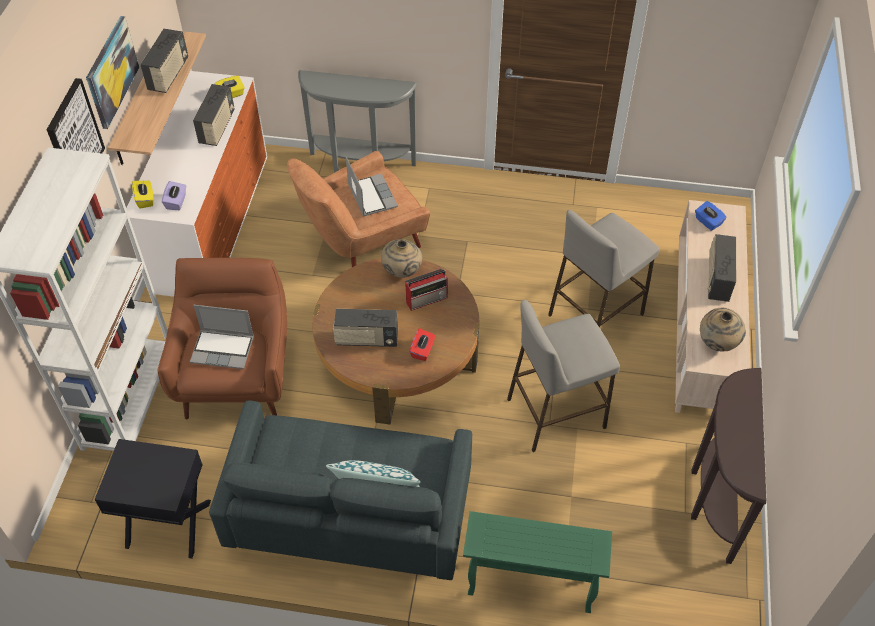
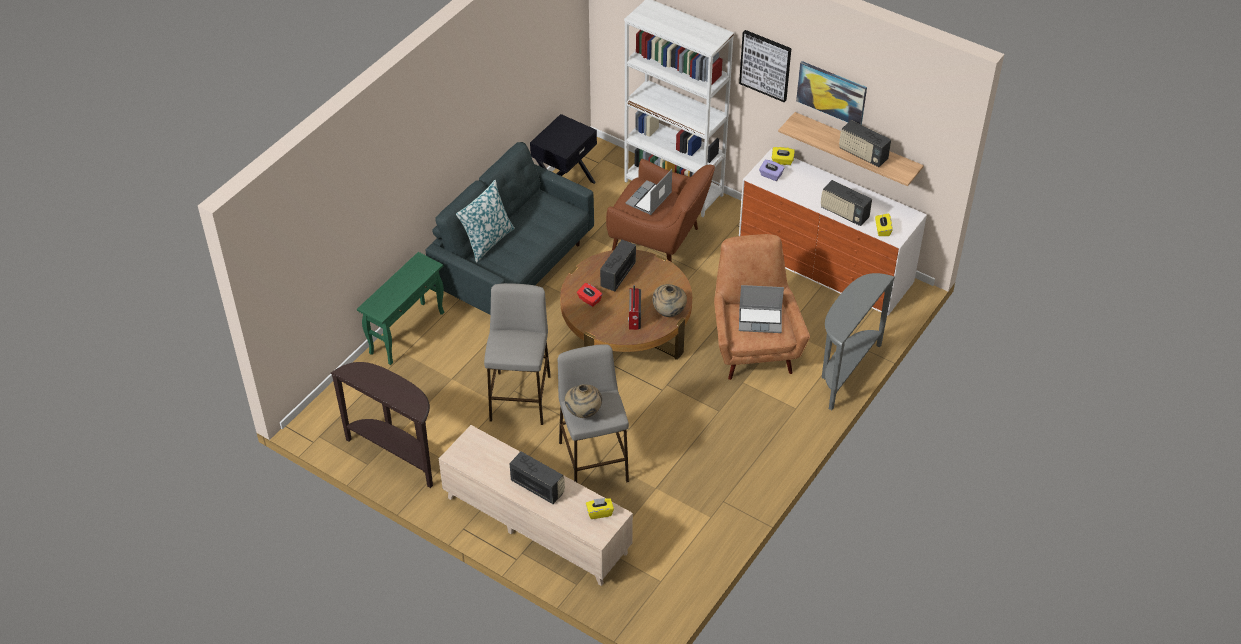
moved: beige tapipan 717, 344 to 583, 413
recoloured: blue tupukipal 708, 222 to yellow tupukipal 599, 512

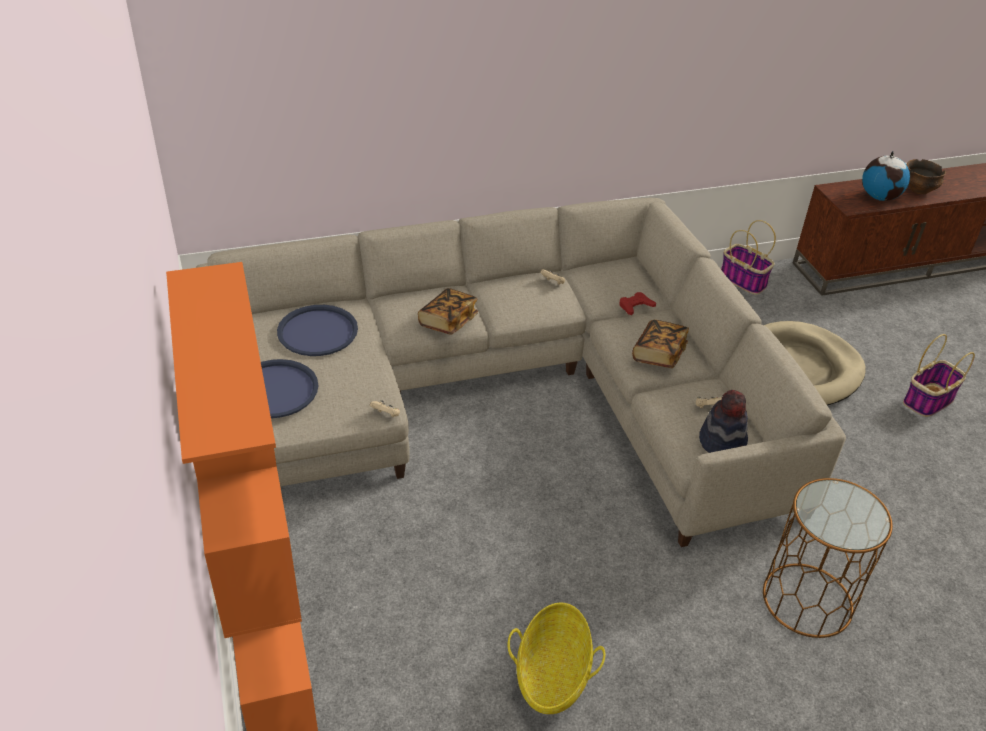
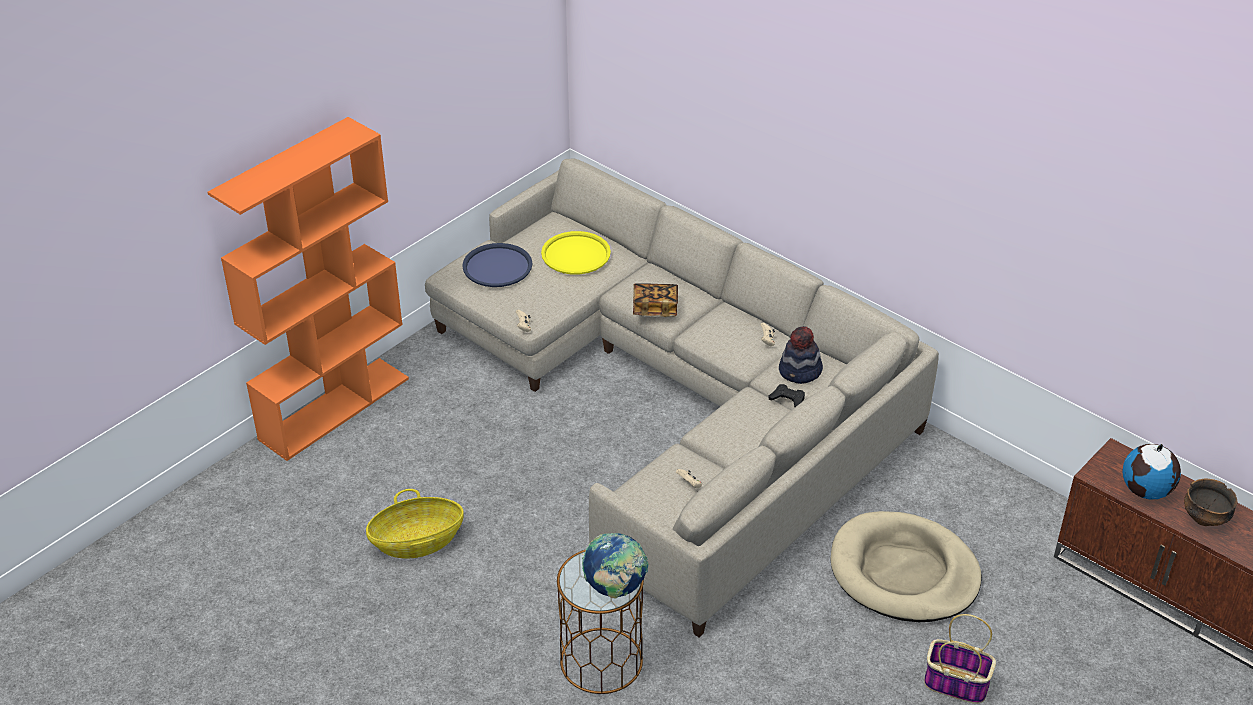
removed: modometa 744, 281; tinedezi 658, 354
added: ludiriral 615, 588
moved: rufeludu 722, 441 to 800, 372
recoloured: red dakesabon 635, 306 to black dakesabon 787, 399; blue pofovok 318, 331 to yellow pofovok 576, 254

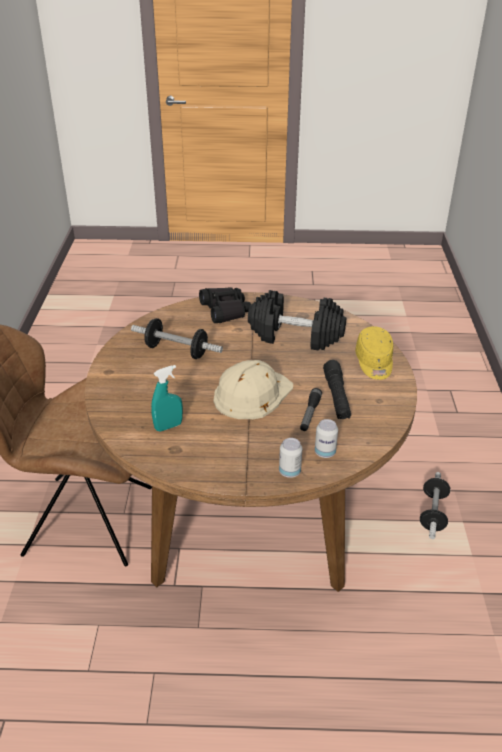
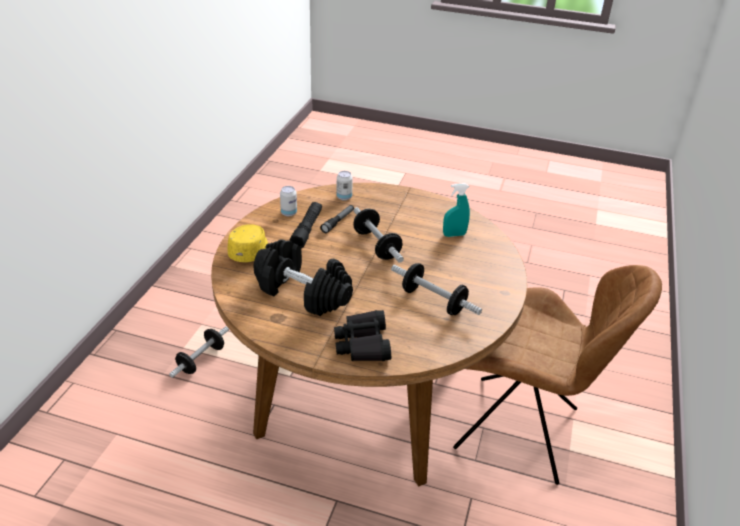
moved: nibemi 289, 472 to 289, 213
replaced: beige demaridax 252, 394 to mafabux 376, 245

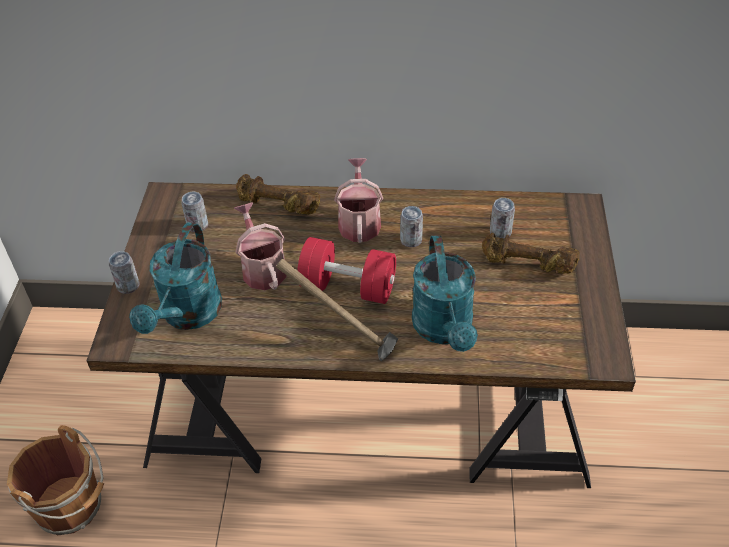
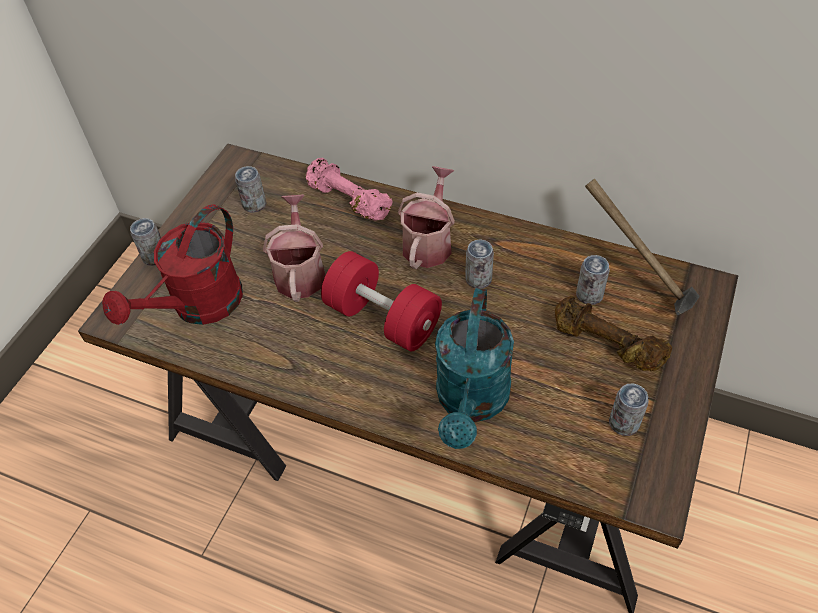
removed: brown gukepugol 72, 506
added: nibemi 624, 423
moved: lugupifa 342, 339 to 635, 283
recoloured: brown mafabux 277, 205 to pink mafabux 347, 201; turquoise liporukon 187, 316 to red liporukon 198, 307

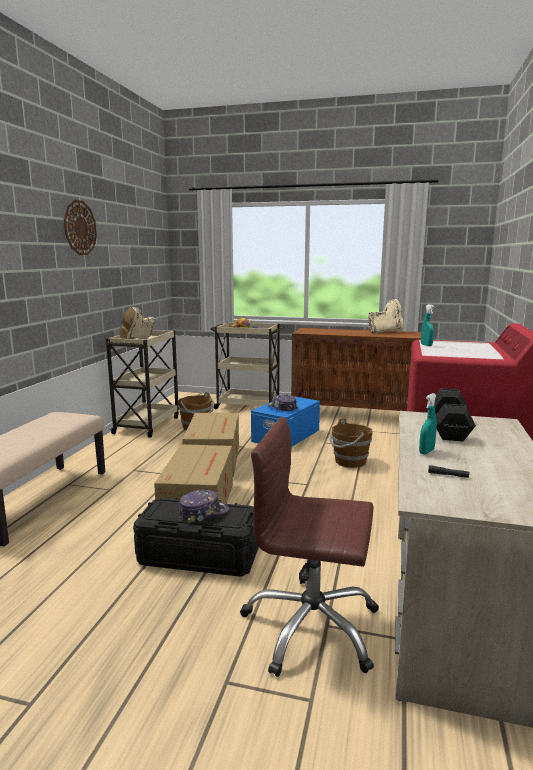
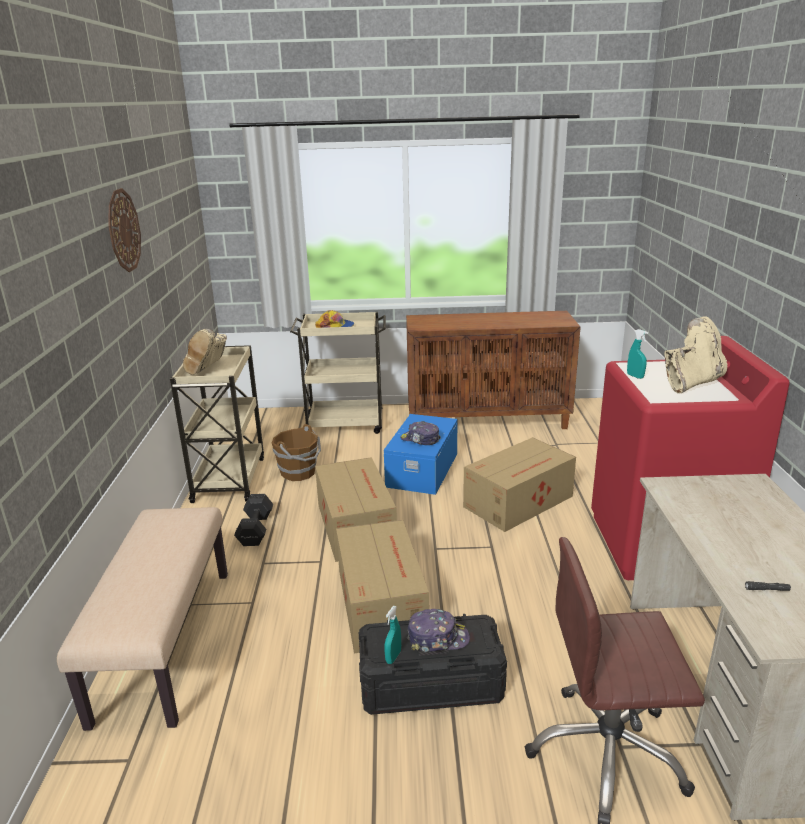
moved: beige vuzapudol 385, 332 to 691, 383; black mafabux 450, 428 to 256, 529; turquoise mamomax 426, 451 to 393, 657
replaced: brown gukepugol 349, 461 to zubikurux 520, 501
turned: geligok 203, 513 = 437, 638 45 degrees clockwise

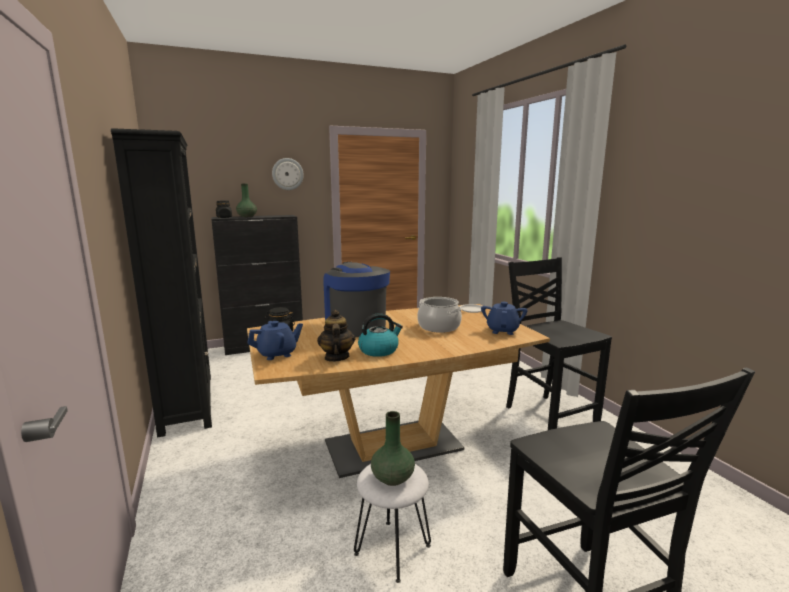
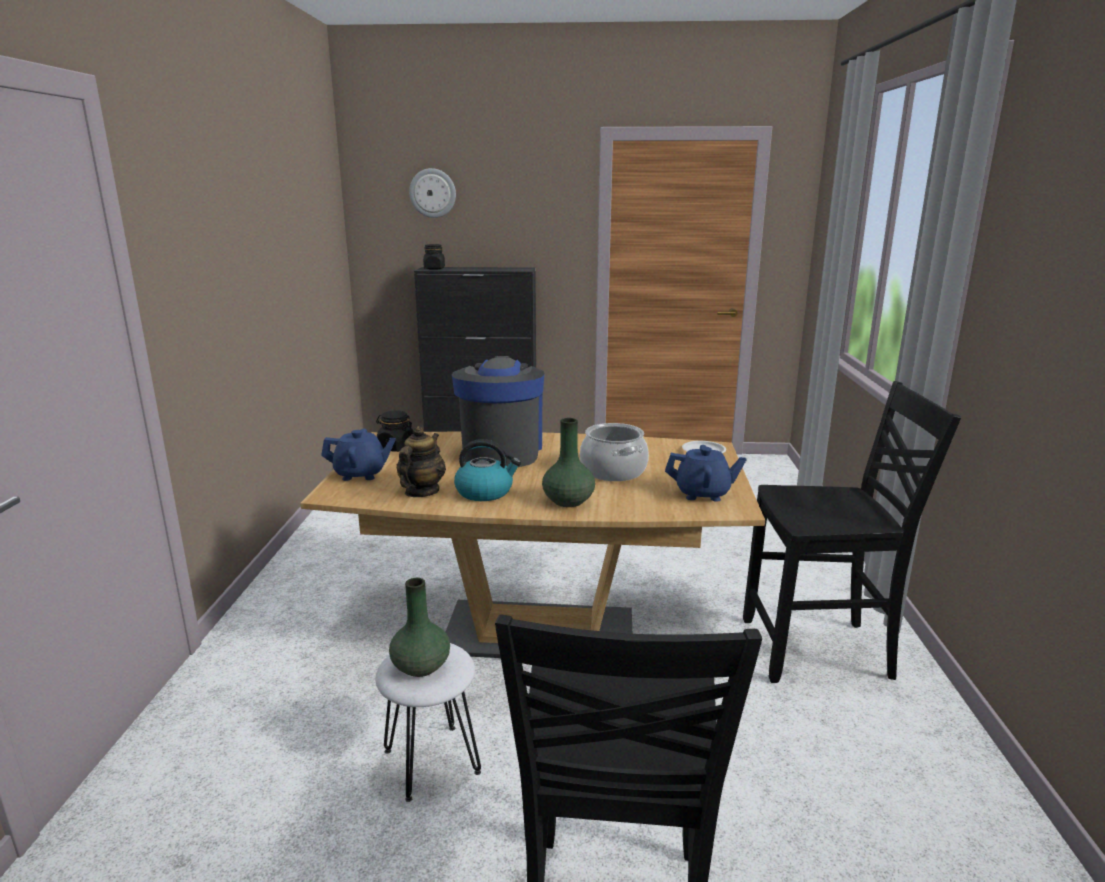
removed: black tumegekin 187, 403
moved: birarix 287, 174 to 433, 193; green tapipan 246, 216 to 567, 501
turned: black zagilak 548, 416 = 819, 650 90 degrees clockwise; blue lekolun 502, 330 = 703, 494 60 degrees clockwise

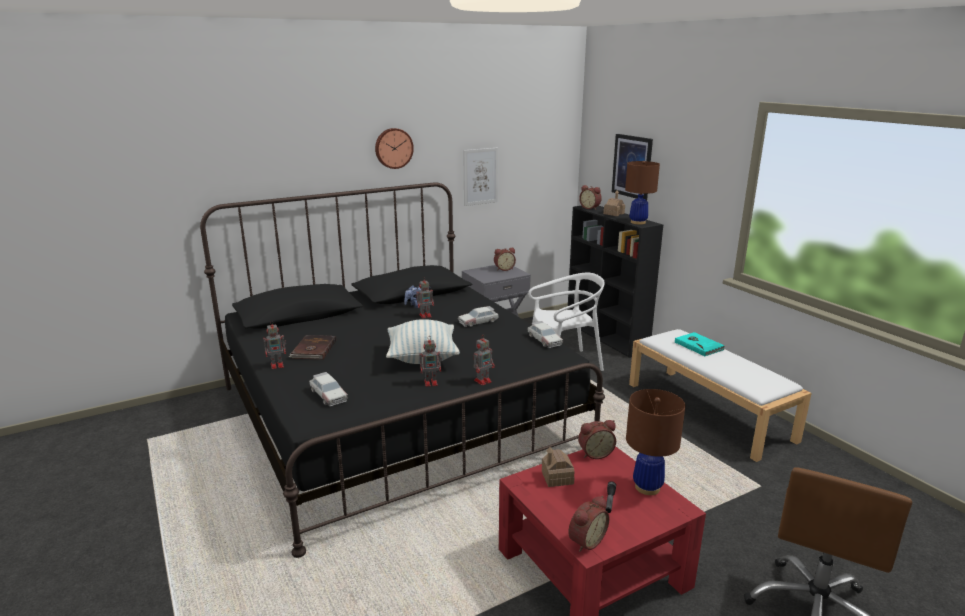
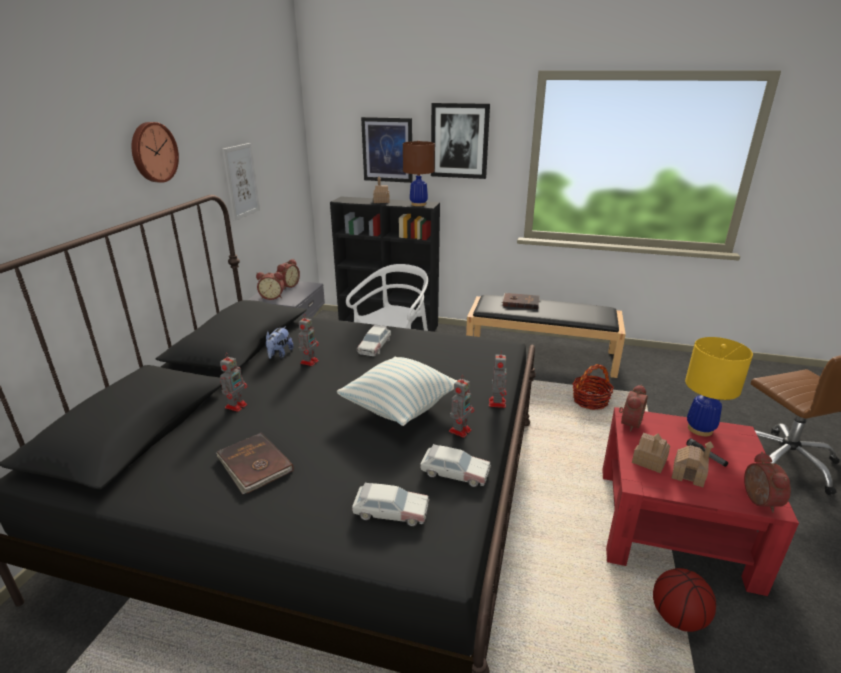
added: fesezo 459, 141; modometa 590, 401; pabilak 688, 474; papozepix 677, 618
moved: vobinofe 590, 208 to 272, 297; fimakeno 278, 365 to 237, 405; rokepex 544, 339 to 454, 472
recoloured: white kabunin 709, 411 to black kabunin 541, 355; turquoise tinedezi 699, 345 to brown tinedezi 520, 302; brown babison 647, 487 to yellow babison 700, 429

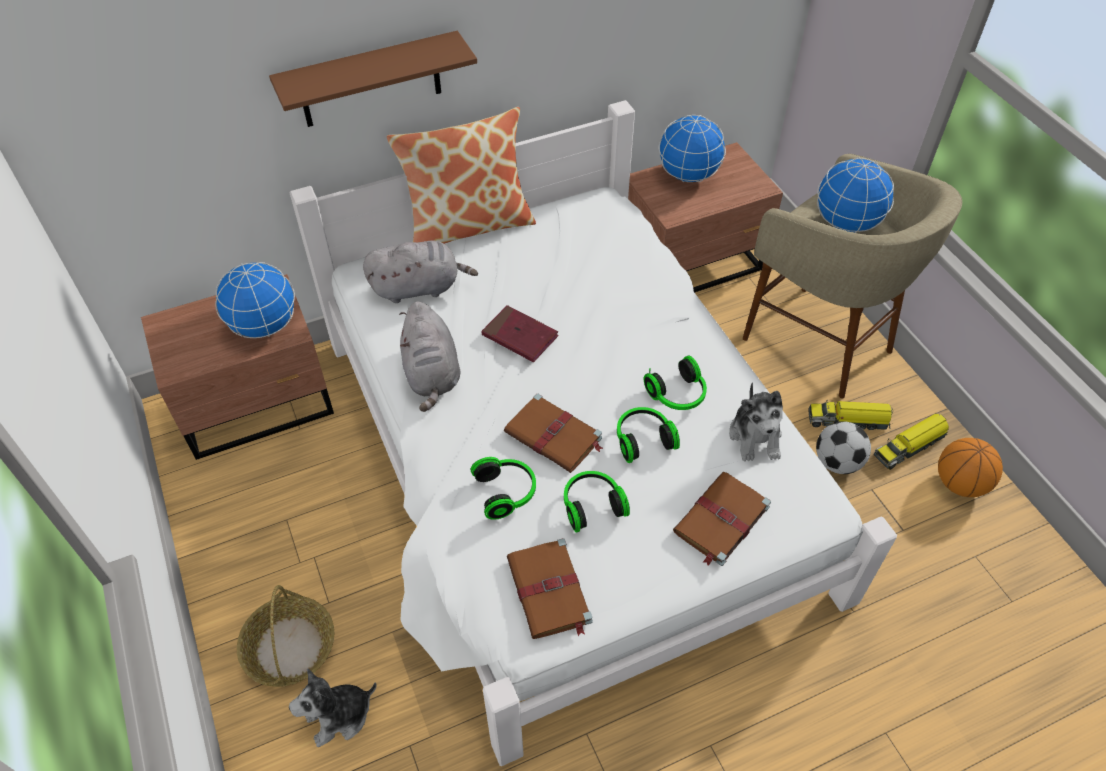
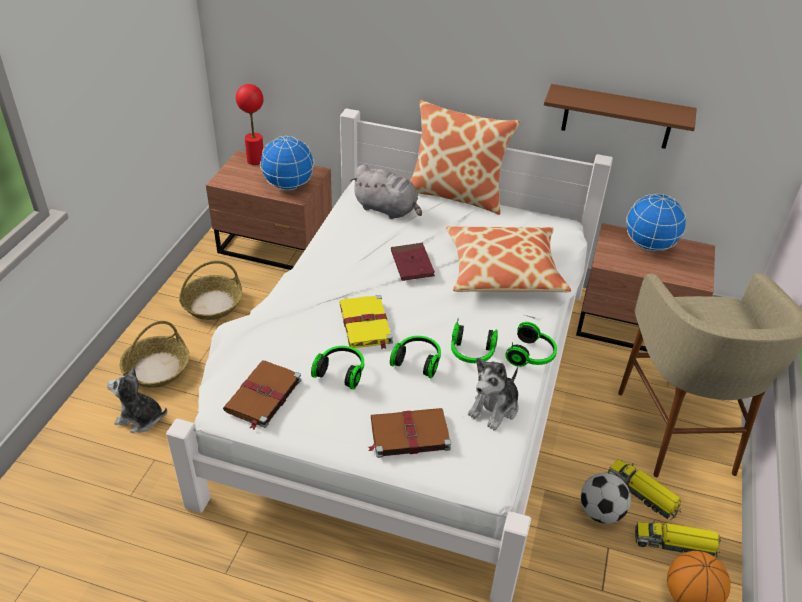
removed: ludiriral 846, 224; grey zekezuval 432, 374
added: red babison 255, 160; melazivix 503, 271; modometa 212, 304
moved: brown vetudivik 370, 81 to 617, 117; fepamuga 506, 492 to 532, 355
recoloured: brown tinedezi 554, 436 to yellow tinedezi 366, 324

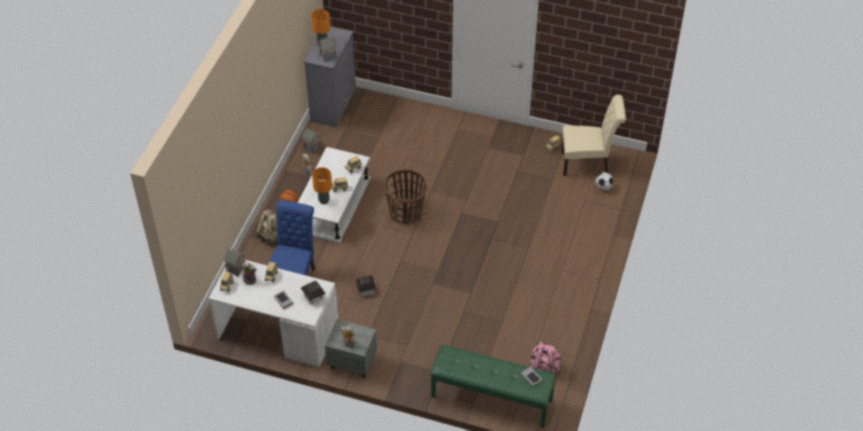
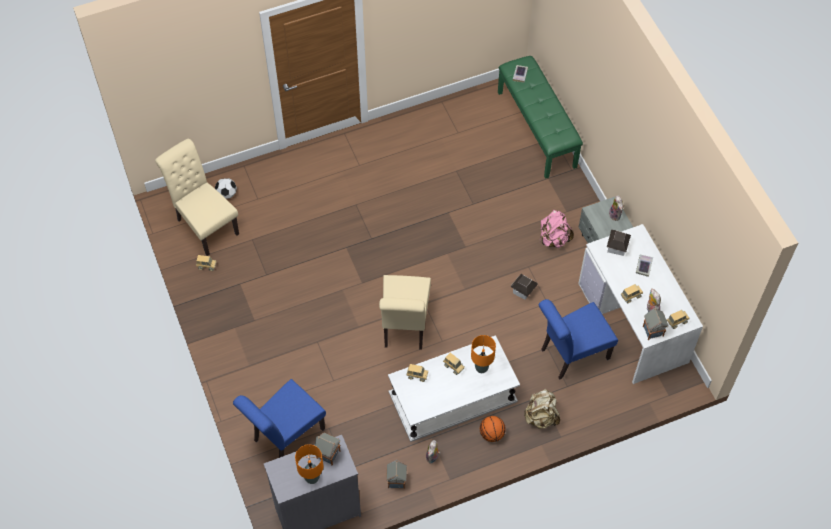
added: blue zagilak 285, 437
moved: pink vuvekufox 544, 368 to 553, 239
replaced: modometa 406, 212 to beige zagilak 404, 327

